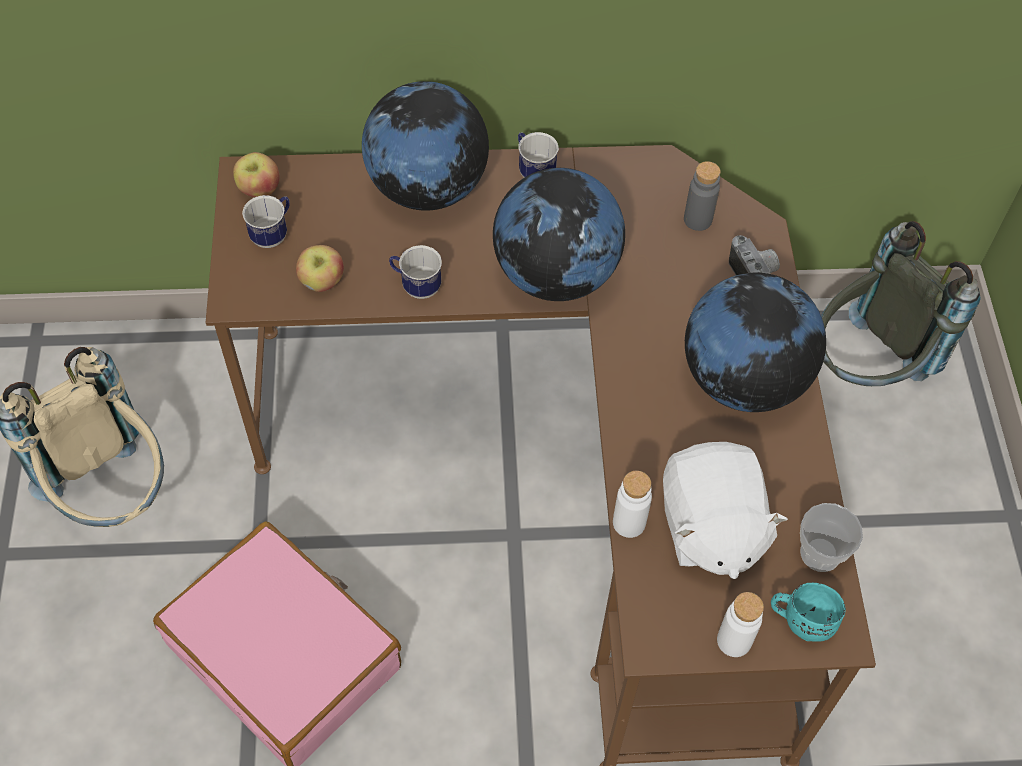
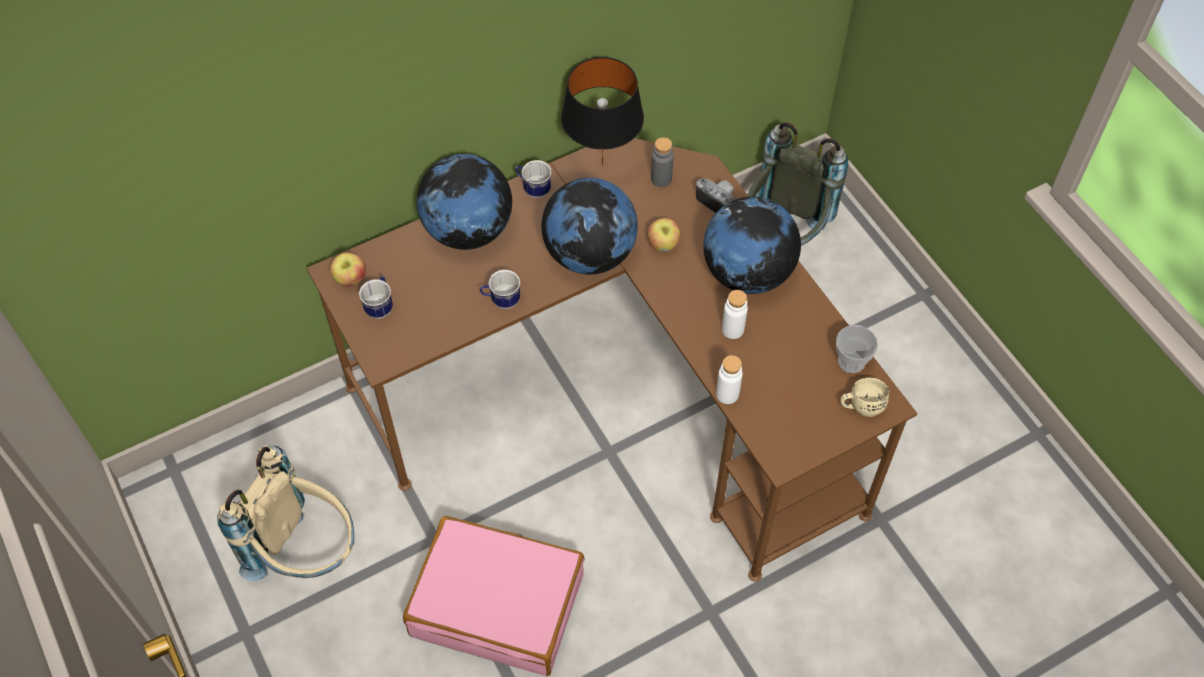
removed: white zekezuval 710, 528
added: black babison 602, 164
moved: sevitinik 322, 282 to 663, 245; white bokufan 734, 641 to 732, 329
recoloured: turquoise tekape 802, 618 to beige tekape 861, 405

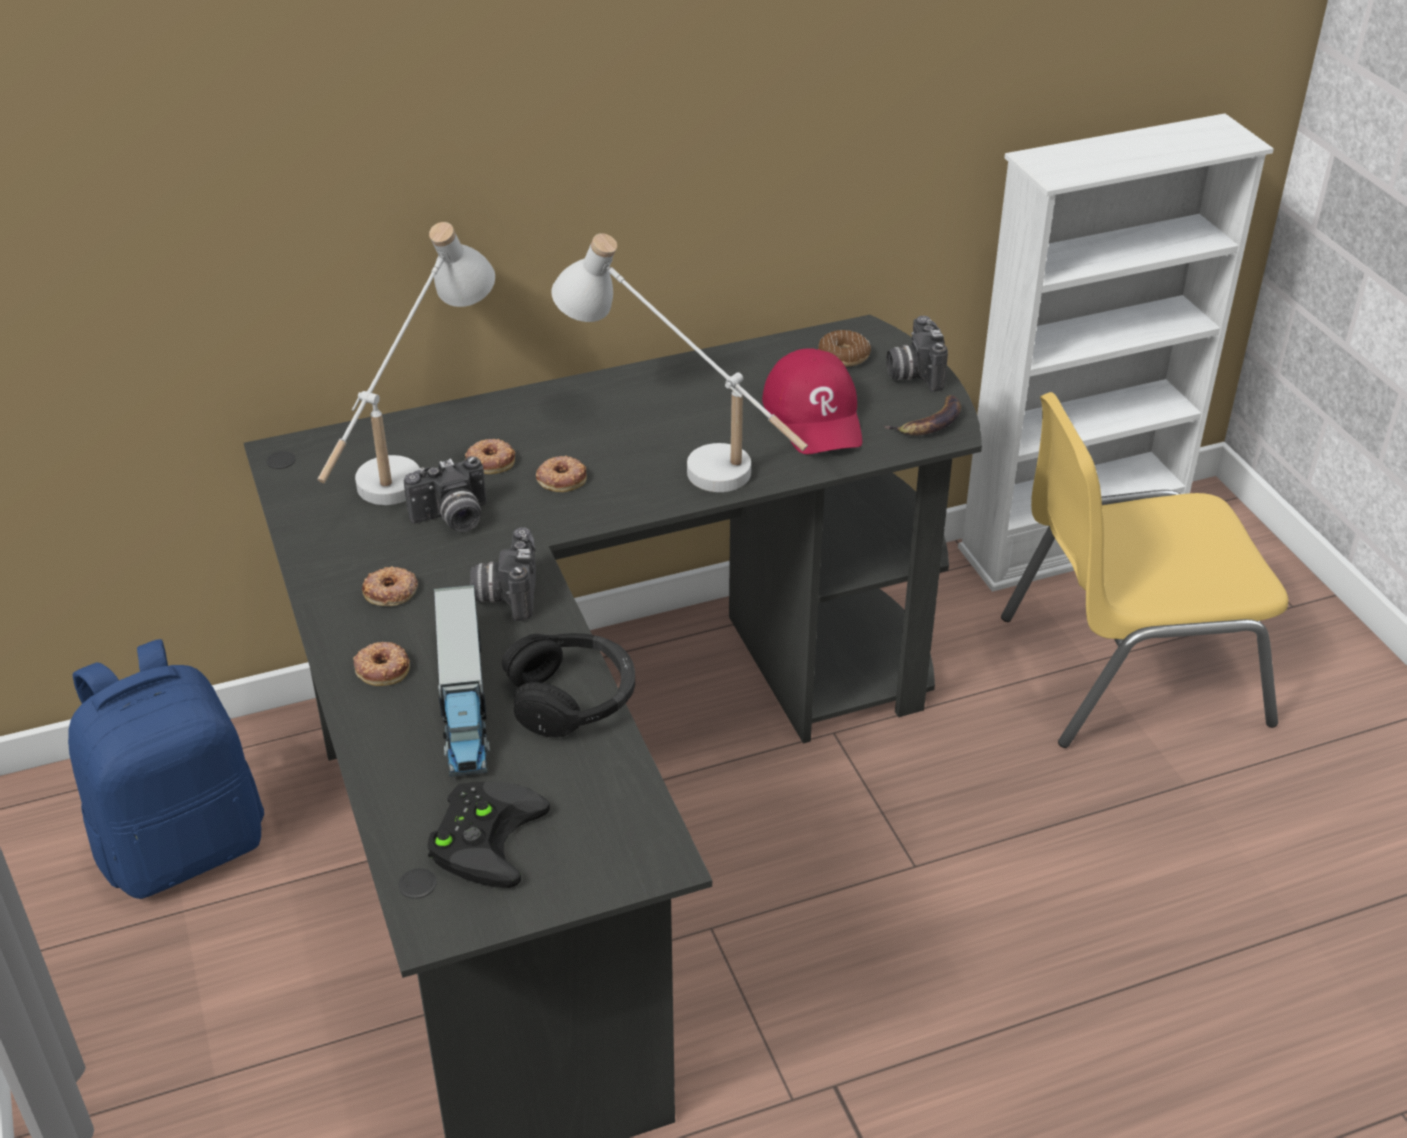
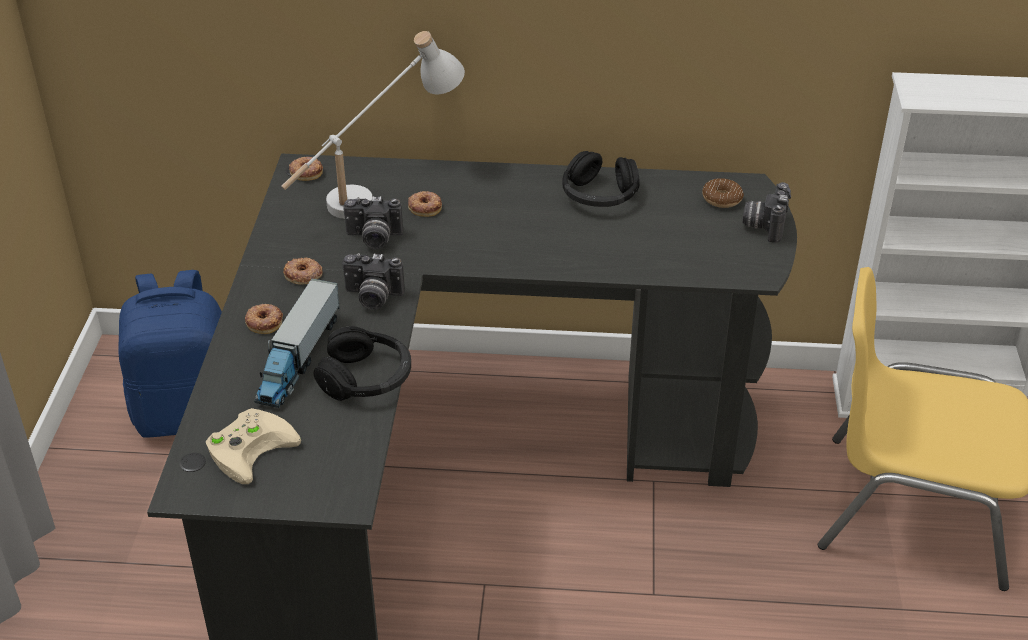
removed: white babison 680, 455; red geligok 815, 415; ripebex 929, 422
added: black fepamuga 599, 195
moved: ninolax 561, 478 to 306, 172
recoloured: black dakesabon 484, 835 to beige dakesabon 251, 446
turned: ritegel 506, 594 = 372, 298 105 degrees counterclockwise

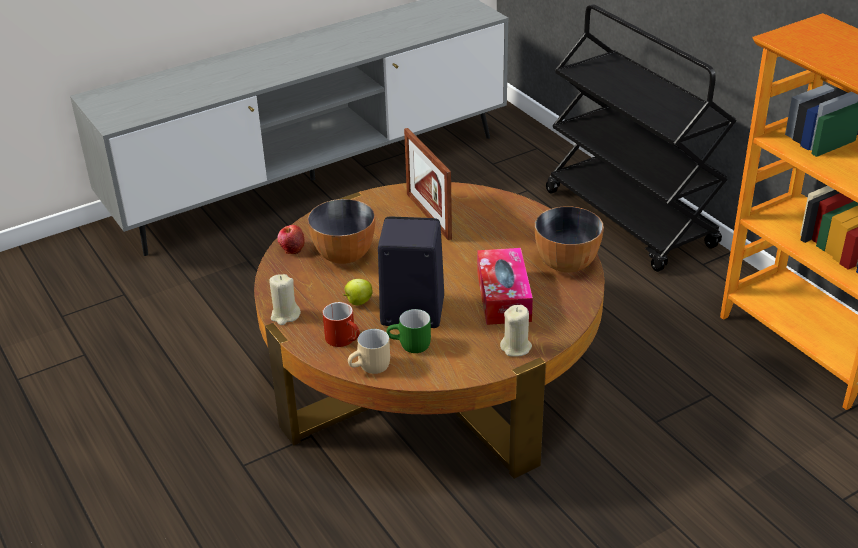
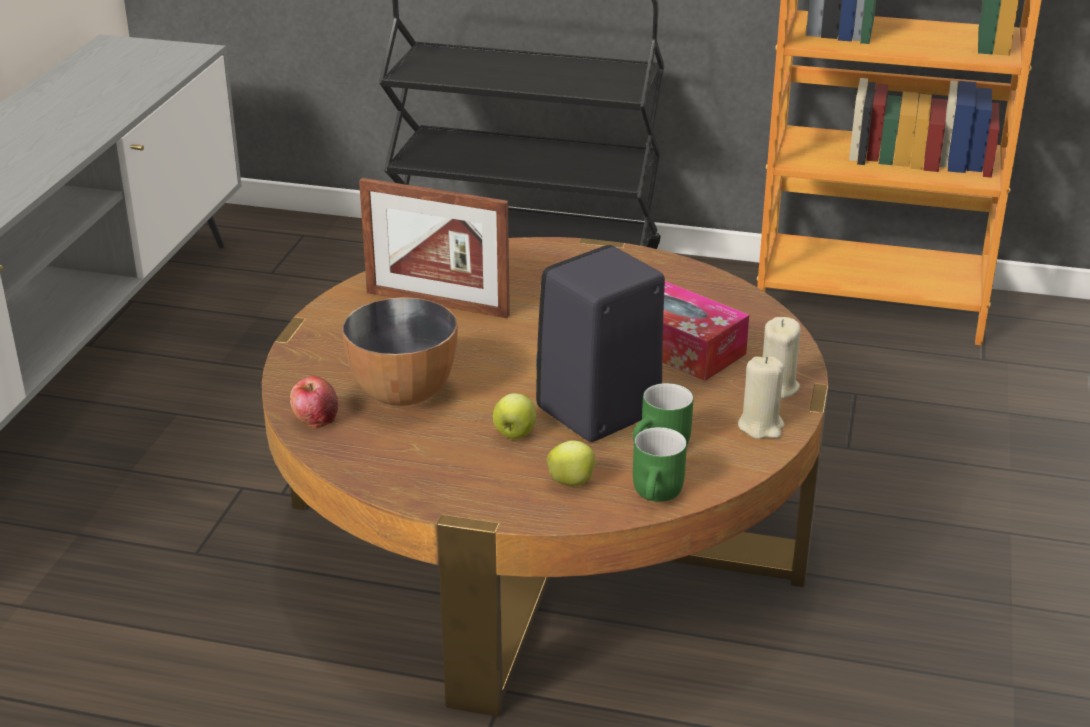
removed: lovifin 566, 263
moved: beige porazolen 285, 315 to 761, 426
replaced: red tekape 345, 339 to sevitinik 572, 482
recoloured: beige tekape 371, 368 to green tekape 660, 494

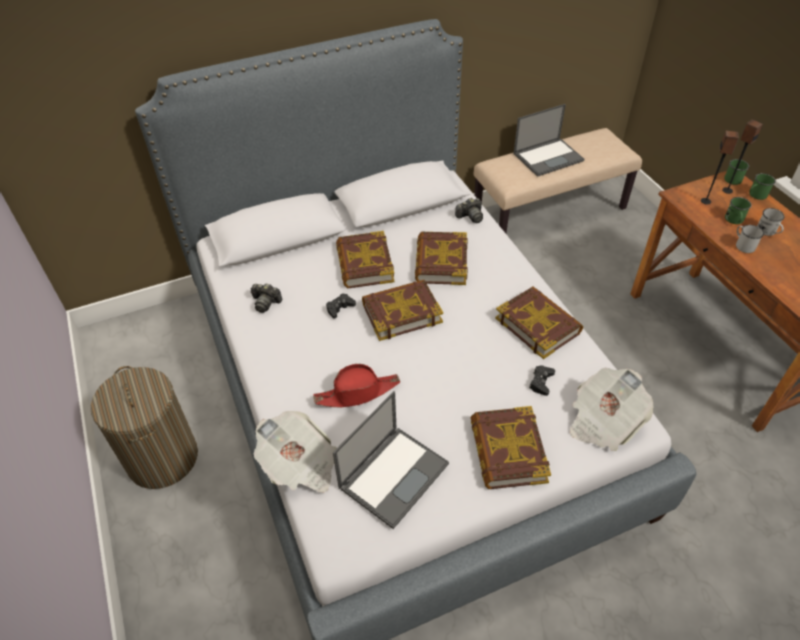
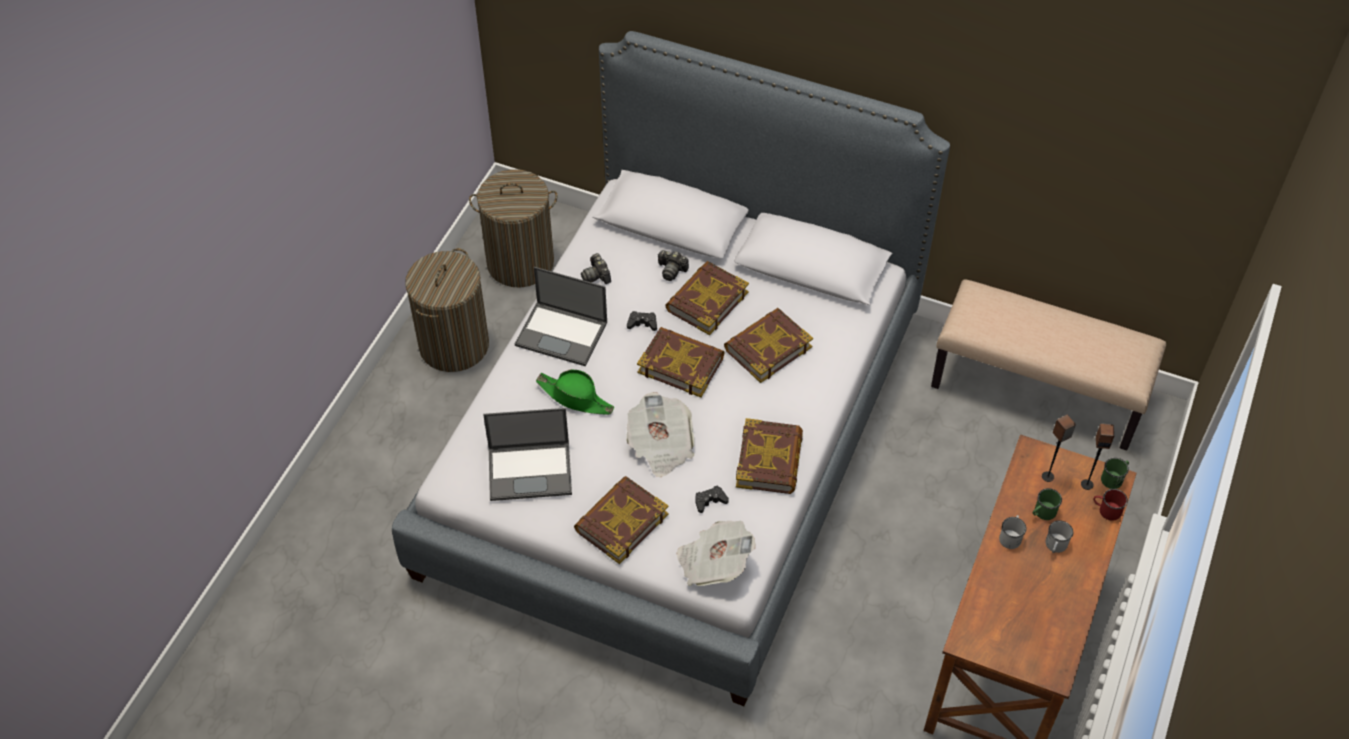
added: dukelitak 520, 262
moved: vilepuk 548, 157 to 562, 334; ritegel 470, 216 to 671, 270; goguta 300, 464 to 661, 446
recoloured: green tekape 755, 195 to red tekape 1106, 510; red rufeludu 357, 392 to green rufeludu 575, 397

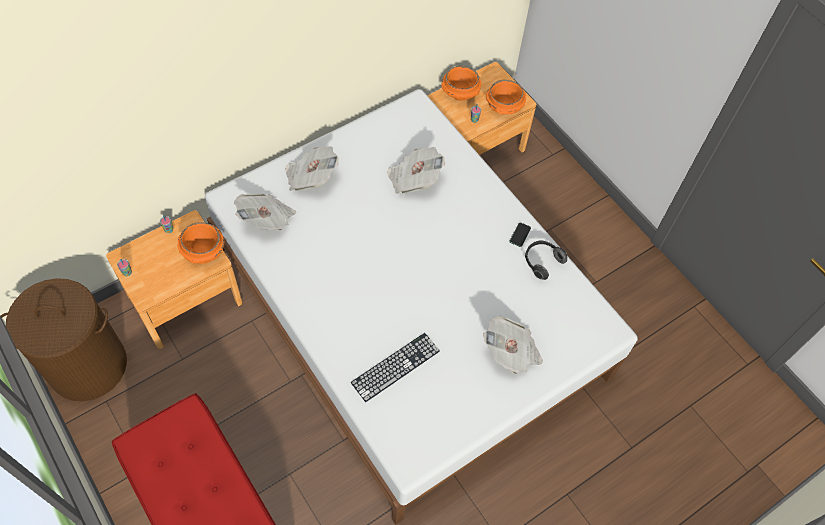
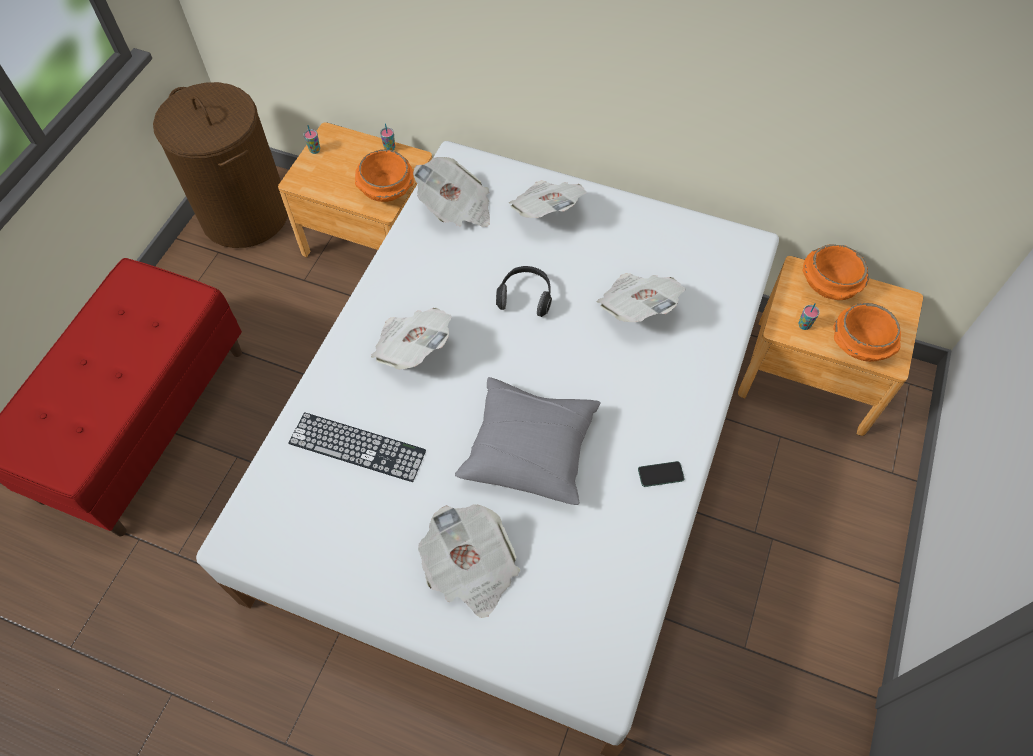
added: goguta 412, 348; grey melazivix 530, 448
moved: fepamuga 542, 262 to 525, 297

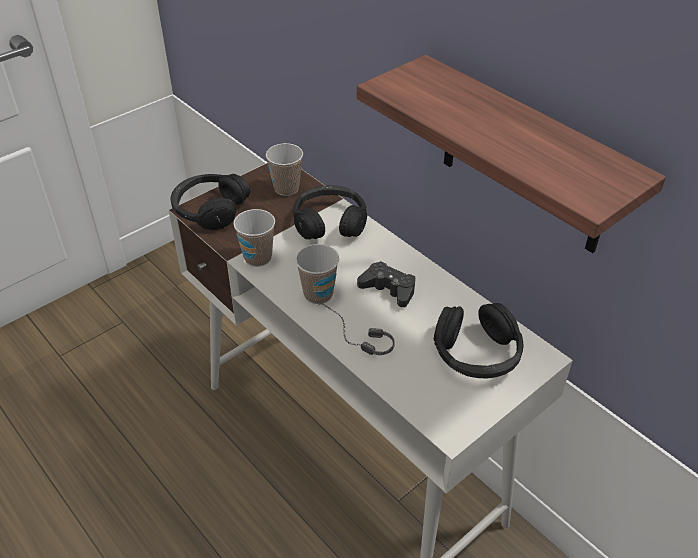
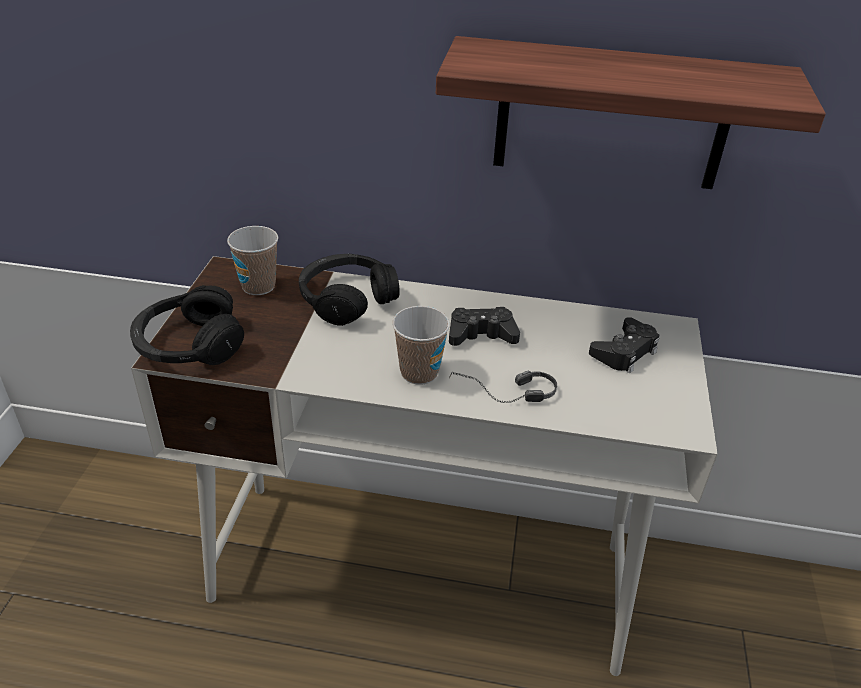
removed: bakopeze 258, 257
replaced: black fepamuga 476, 354 to black dakesabon 624, 352

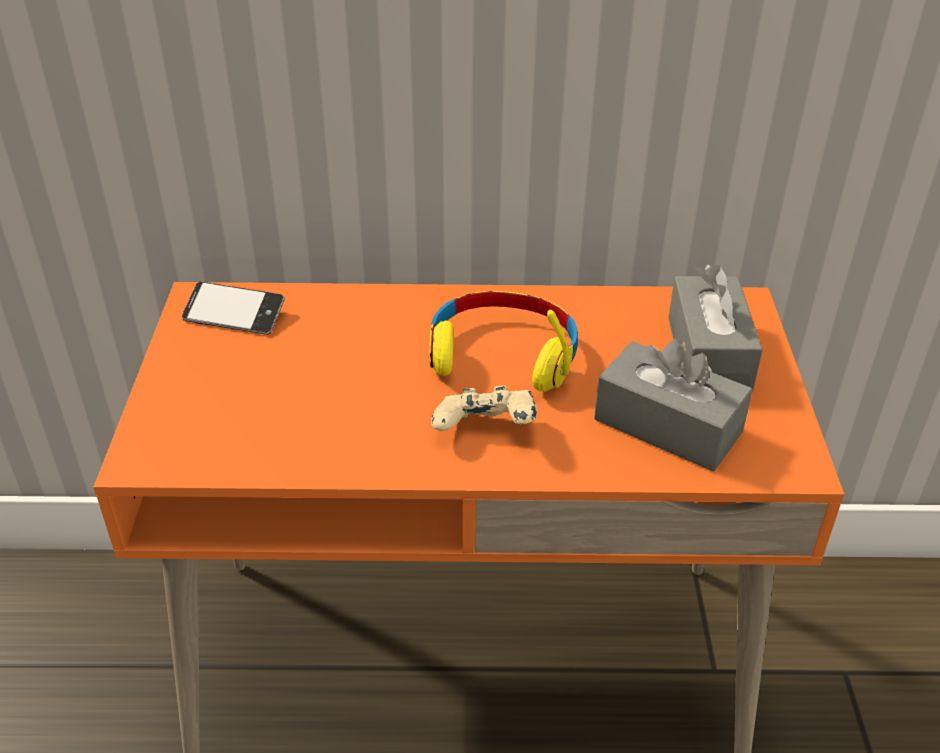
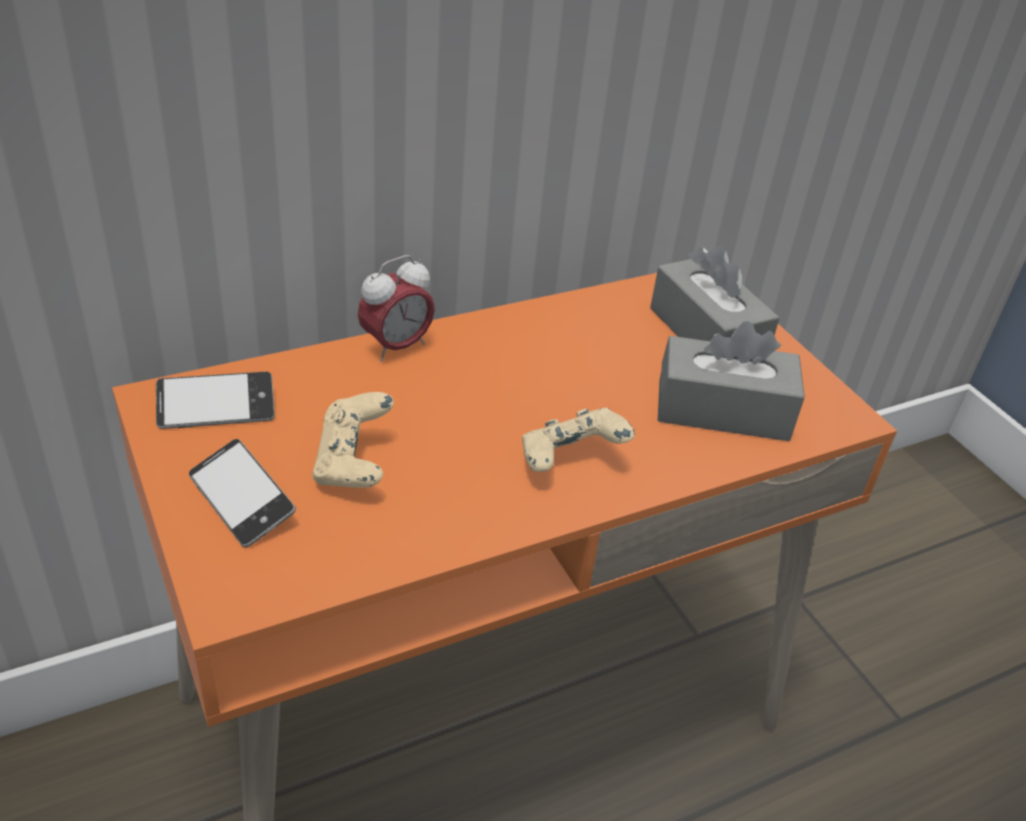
removed: yellow fepamuga 502, 355
added: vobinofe 396, 347; beige dakesabon 354, 464; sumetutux 242, 500

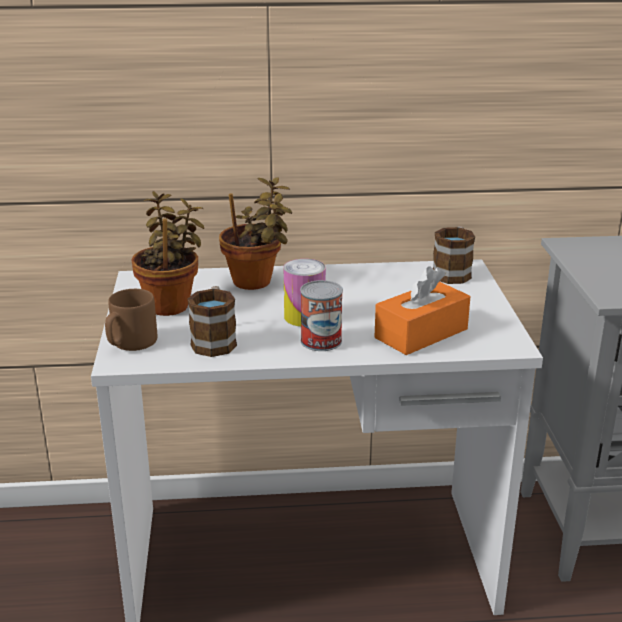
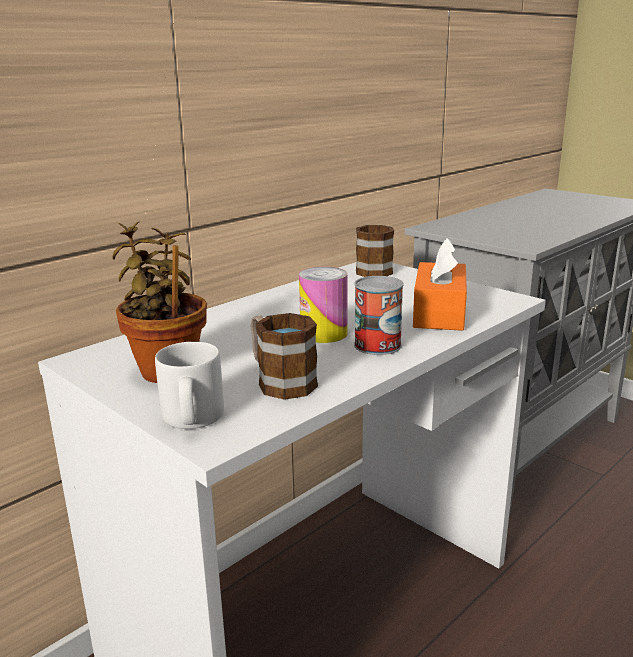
removed: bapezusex 256, 282
recoloured: brown tekape 130, 343 to grey tekape 192, 419

